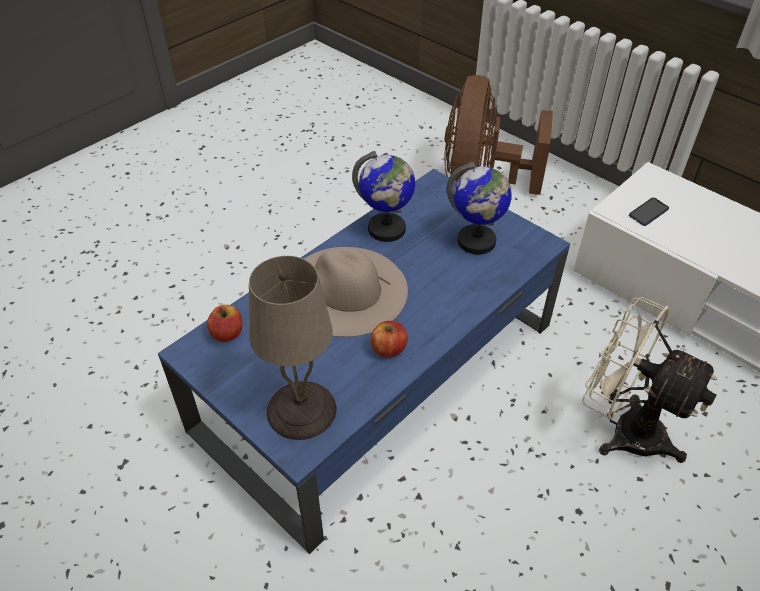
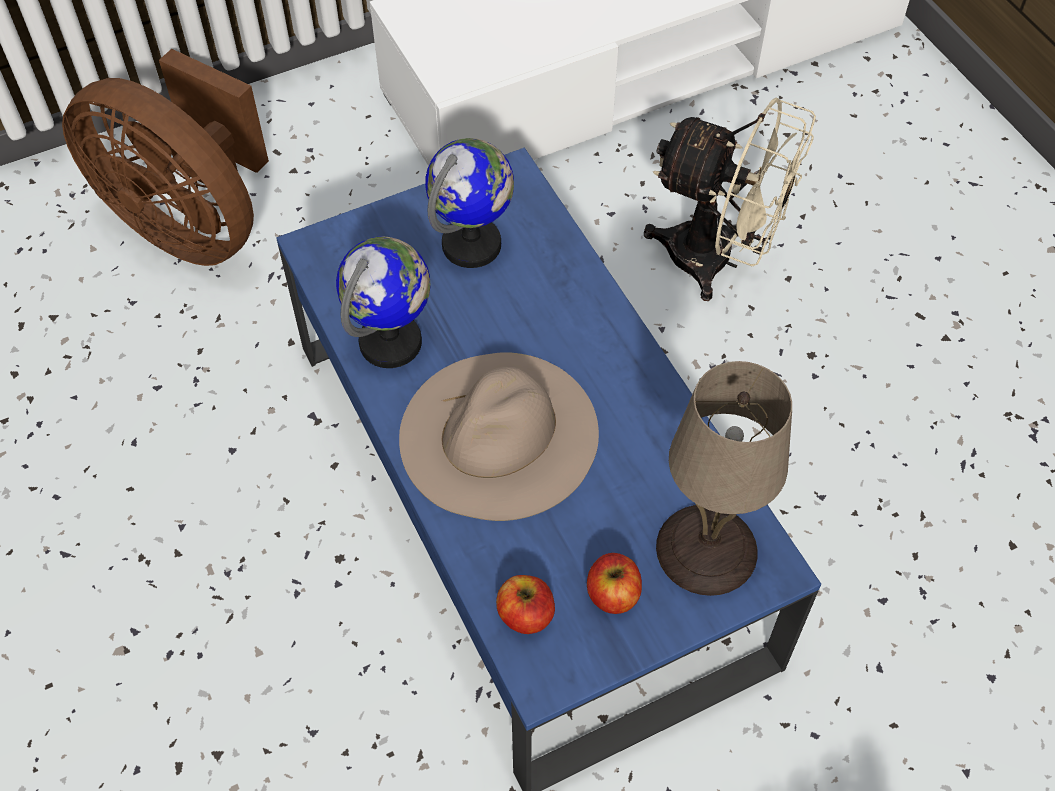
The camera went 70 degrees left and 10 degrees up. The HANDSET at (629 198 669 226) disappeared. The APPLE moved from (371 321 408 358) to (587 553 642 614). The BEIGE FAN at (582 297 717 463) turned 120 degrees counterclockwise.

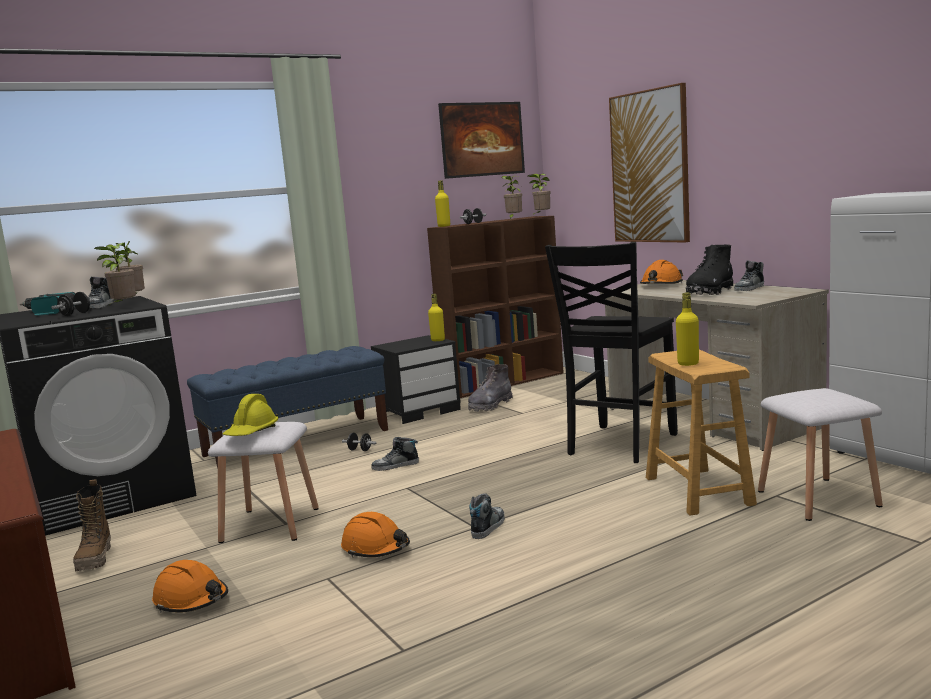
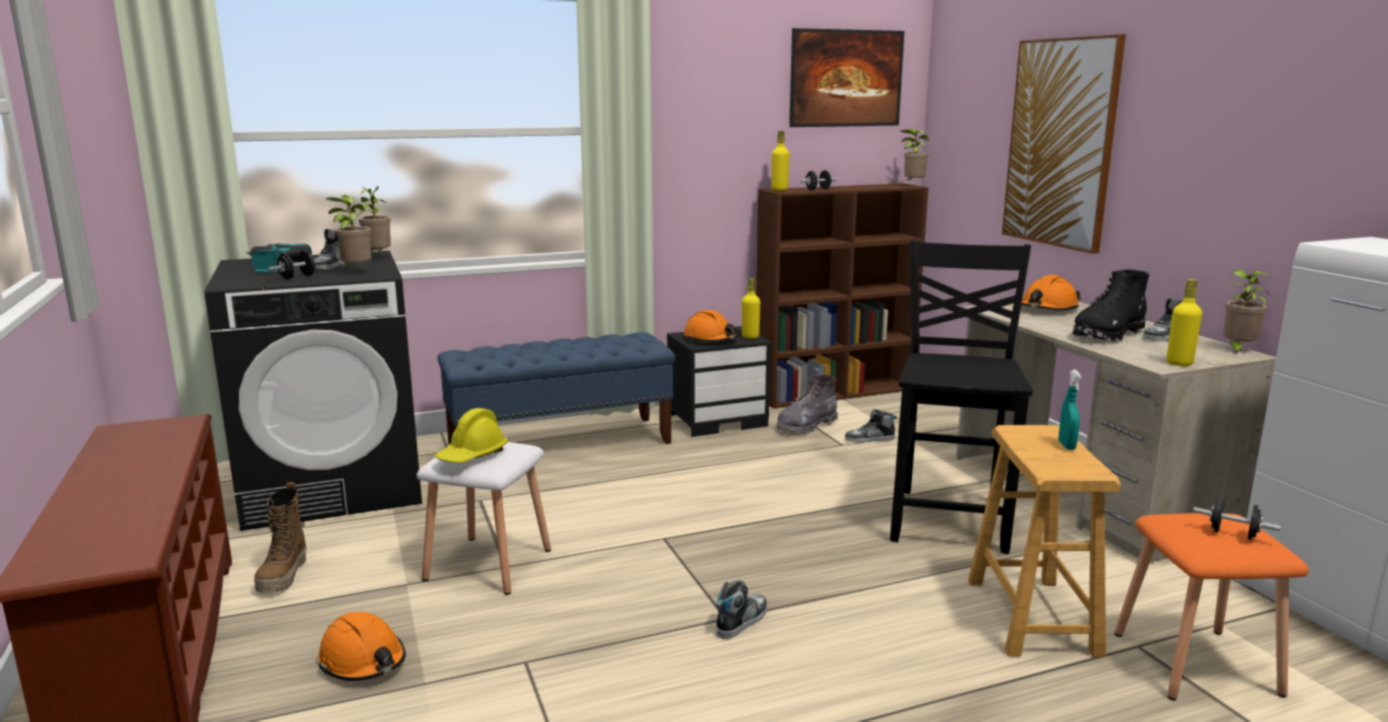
The camera went 10 degrees right and 5 degrees up. The BLUE-GREEN HAND SPRAYER at (1059 370 1082 450) appeared. The ORANGEY SAFETY HELMET moved from (341 512 410 557) to (684 310 738 342). The BLACK HAND WEIGHT moved from (342 433 376 451) to (1193 498 1281 540). The ITEM OF FOOTWEAR moved from (371 437 419 471) to (845 409 897 442). The HOUSEPLANT moved from (502 176 522 219) to (1223 270 1272 354). The YELLOWISH BOTTLE moved from (676 293 699 366) to (1167 279 1202 366). The WHITE SITTING STOOL at (758 388 883 521) became the ORANGEY SITTING STOOL at (1115 513 1309 700). The BLACK CHAIR at (545 242 678 463) turned 150 degrees clockwise.

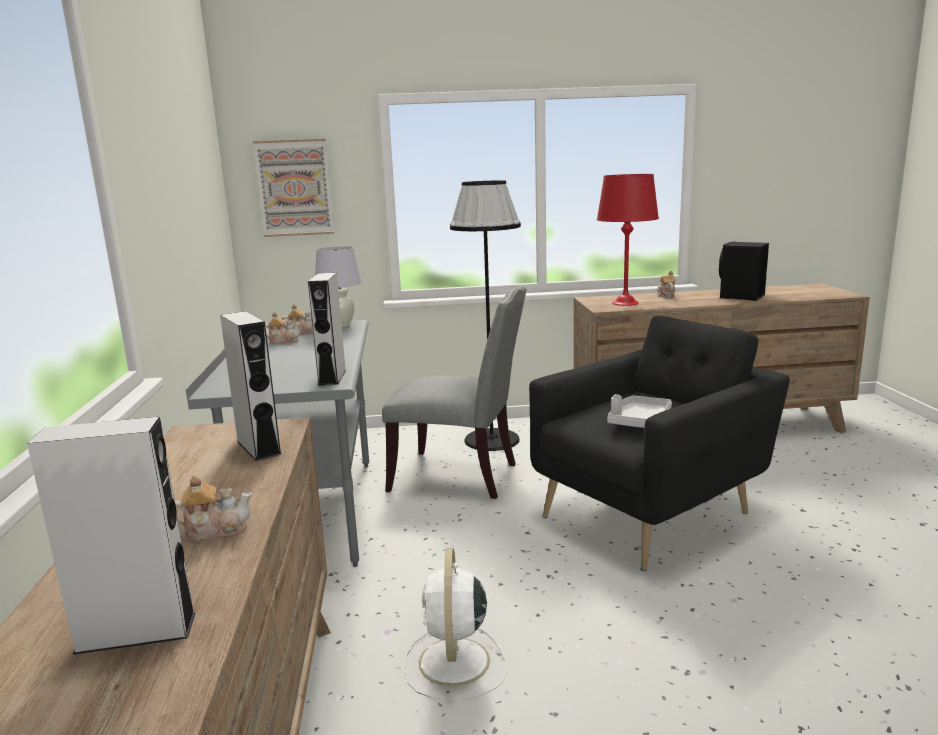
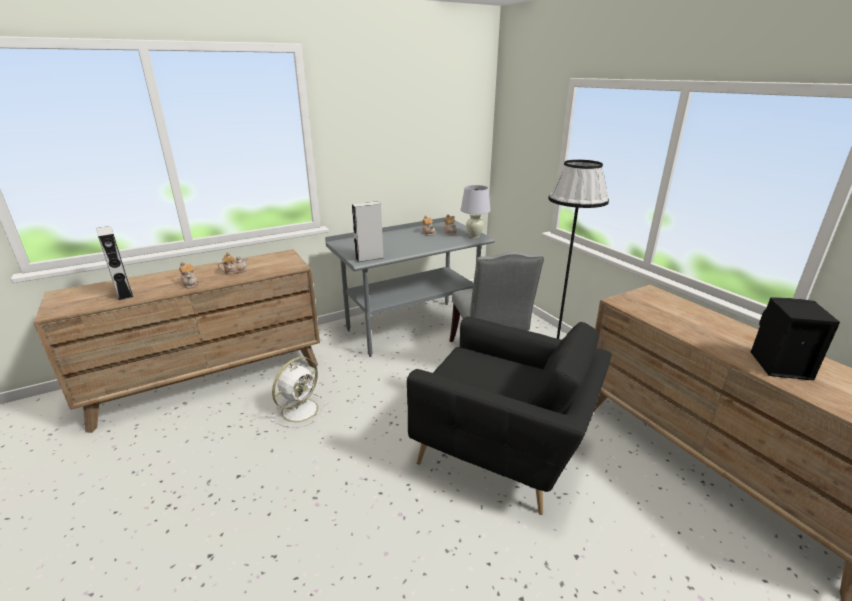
The camera went 65 degrees right and 10 degrees up. The GREY LOUDSPEAKER at (220 311 282 461) disappeared. The WALL PICTURE at (253 139 334 237) disappeared. The REDDISH TABLE LAMP at (597 174 659 306) disappeared. The GREY TRAY at (607 394 672 428) disappeared. The TEA POT moved from (657 271 676 298) to (218 252 247 275). The WHITE FAN at (404 548 507 700) turned 150 degrees clockwise.

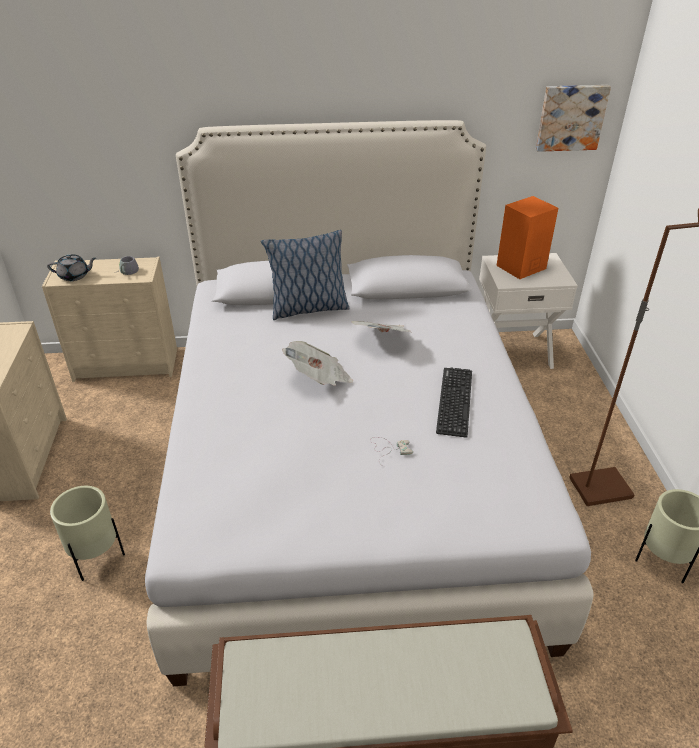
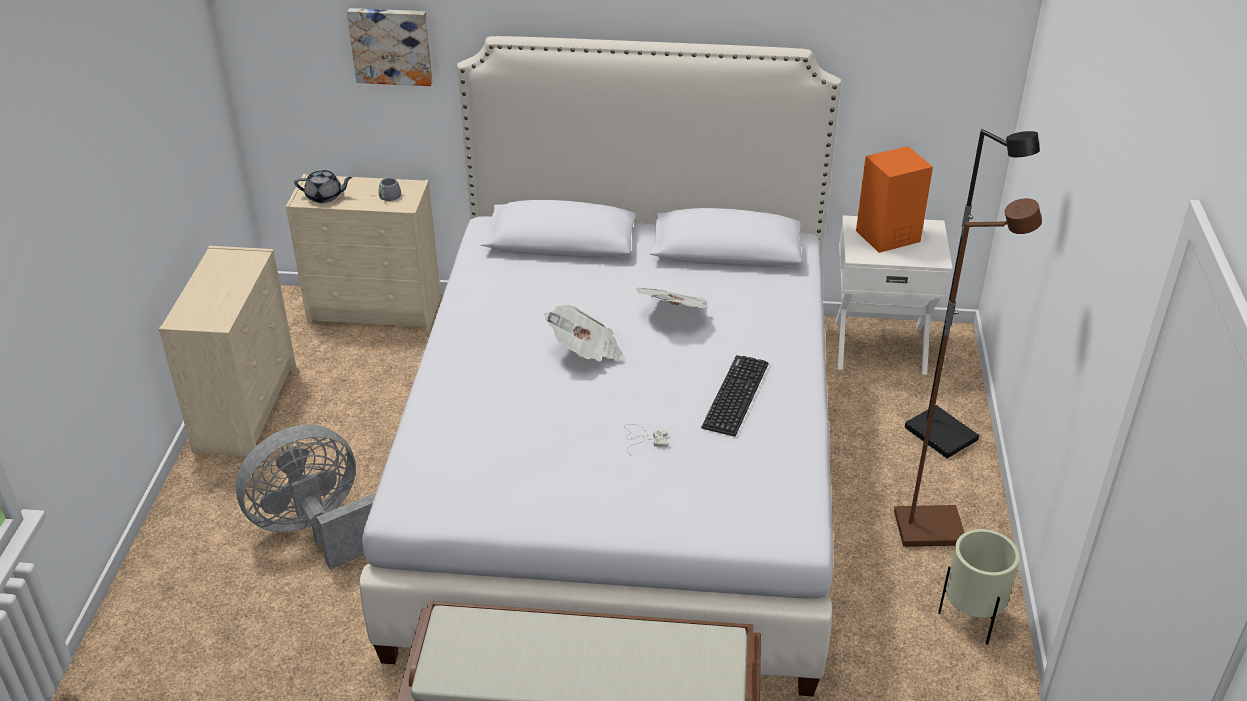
The camera went 10 degrees right and 0 degrees up. The THROW PILLOW at (261 230 350 320) disappeared. The BLACK STANDARD LAMP at (905 129 1040 459) appeared. The WALL PICTURE moved from (536 85 611 152) to (347 8 433 86). The BEIGE PLANTER at (50 486 125 581) was replaced by the GREY FAN at (236 425 375 570).

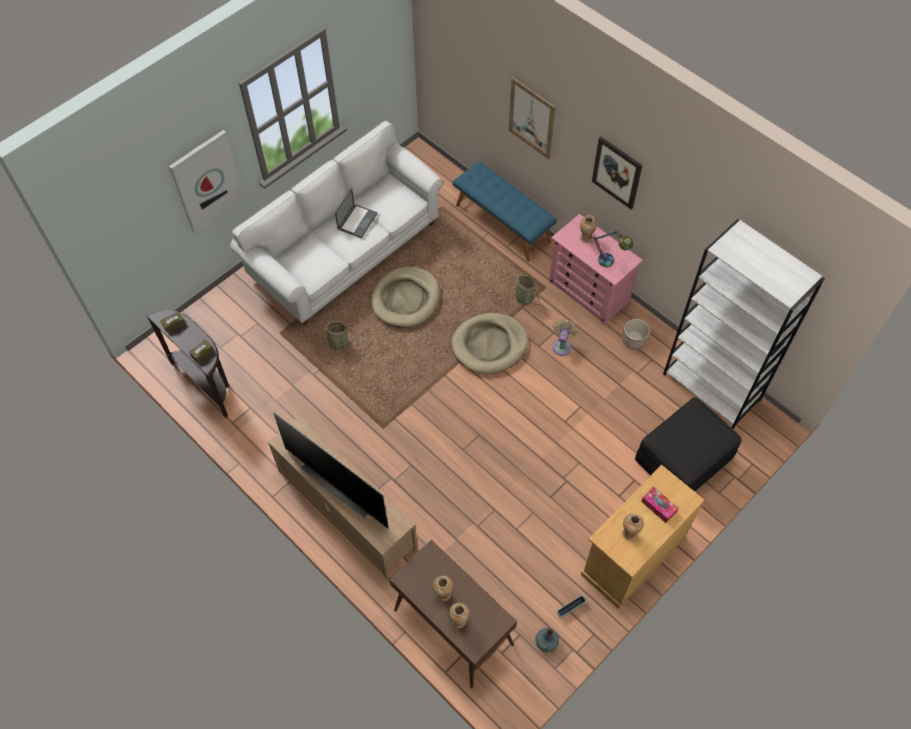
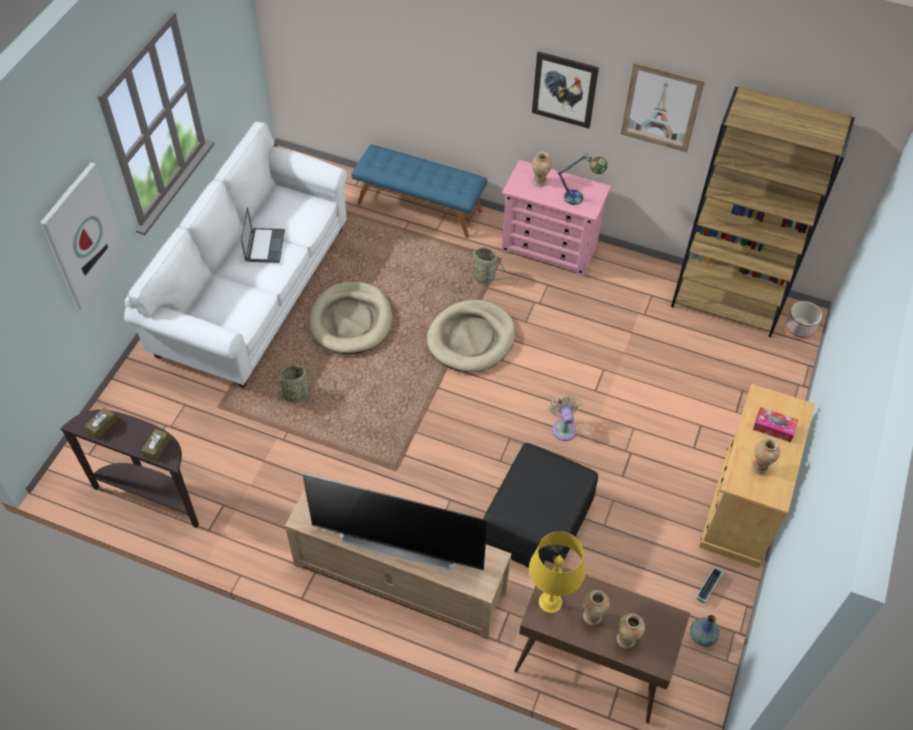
The camera went 25 degrees left and 5 degrees down. The YELLOWISH TABLE LAMP at (529 531 585 613) appeared. The WALL PICTURE moved from (509 78 556 159) to (621 62 705 152). The BEIGE FAN moved from (552 319 579 356) to (548 394 582 441). The PLANTER moved from (622 319 650 350) to (786 301 822 338). The BLACK OTTOMAN moved from (635 397 741 491) to (484 443 598 567). The WHITE BOOKCASE at (663 219 824 429) became the BROWNISH BOOKCASE at (671 86 855 337).

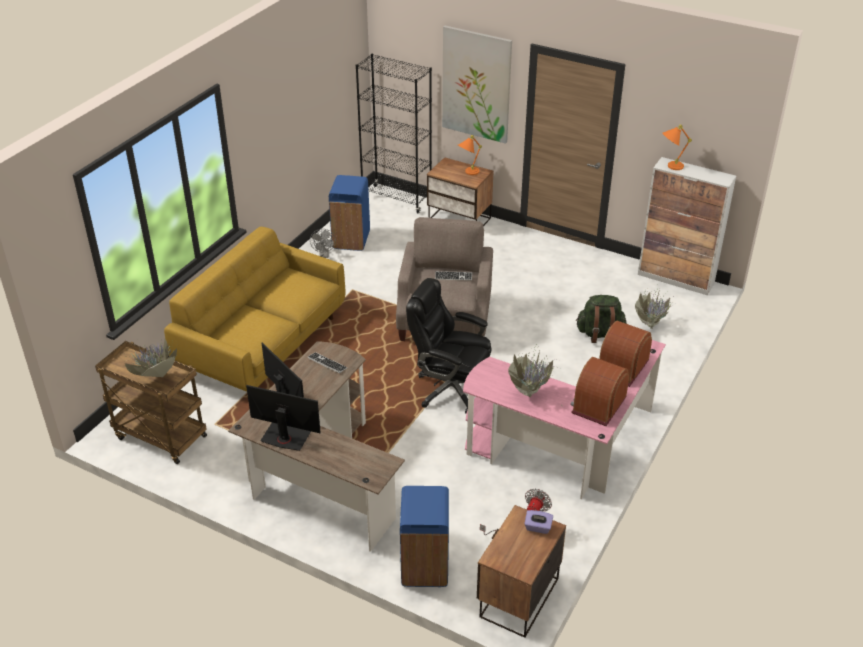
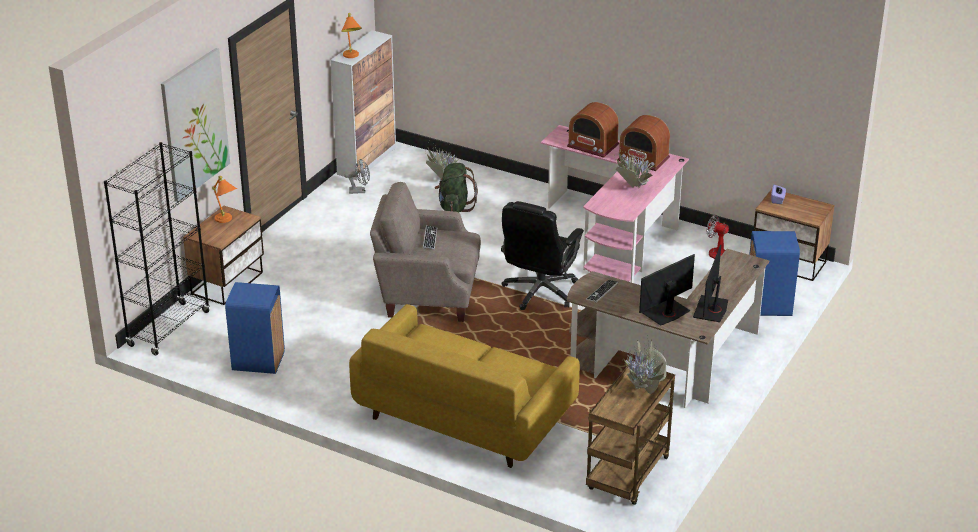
The camera went 90 degrees left and 5 degrees down. The GREY FAN moved from (310 229 336 258) to (345 159 370 194).

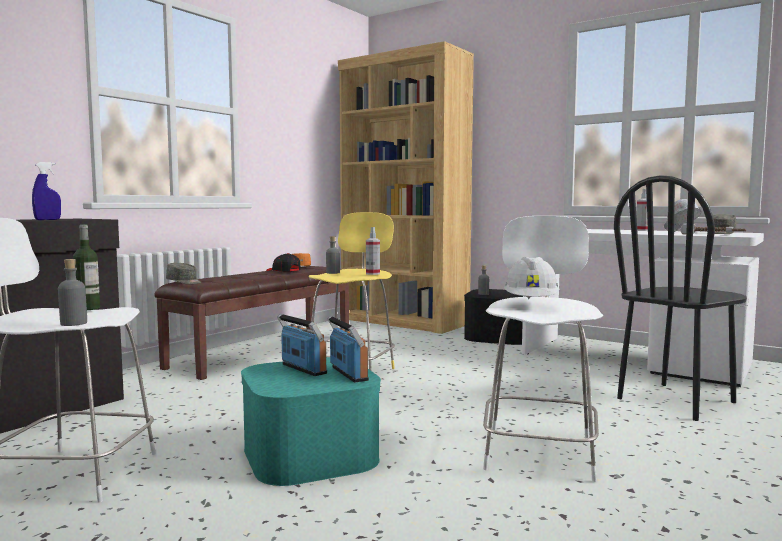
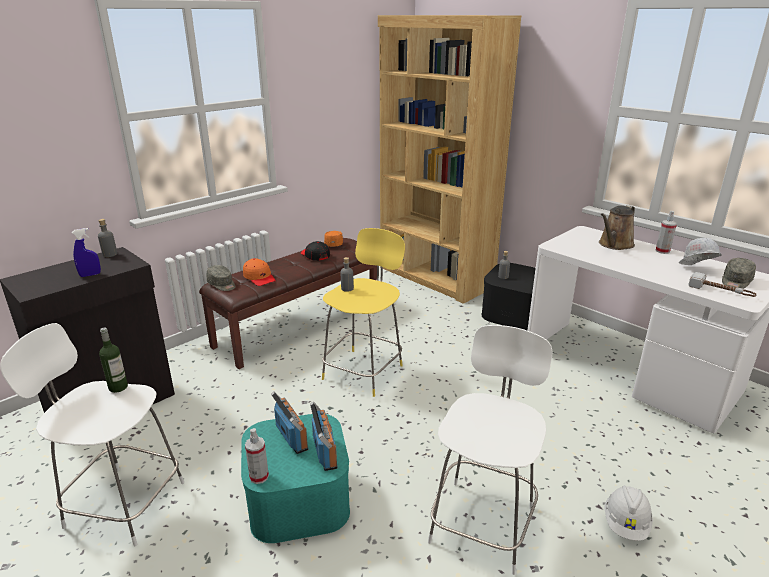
The camera went 10 degrees right and 20 degrees up. The BLACK CHAIR at (614 175 747 421) disappeared. The ORANGEY PEAKED CAP at (243 258 276 286) appeared. The BROWNISH WATERING CAN at (599 205 635 250) appeared. The GREY BOTTLE moved from (58 259 87 326) to (98 219 117 257). The HAND SPRAYER moved from (366 227 380 275) to (245 428 269 484). The WHITE SAFETY HELMET moved from (504 257 560 299) to (604 485 653 541).

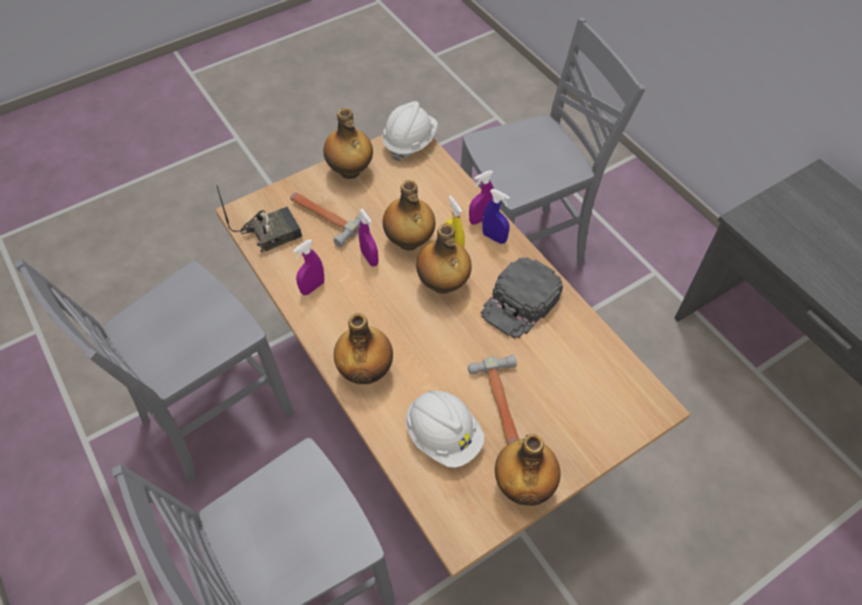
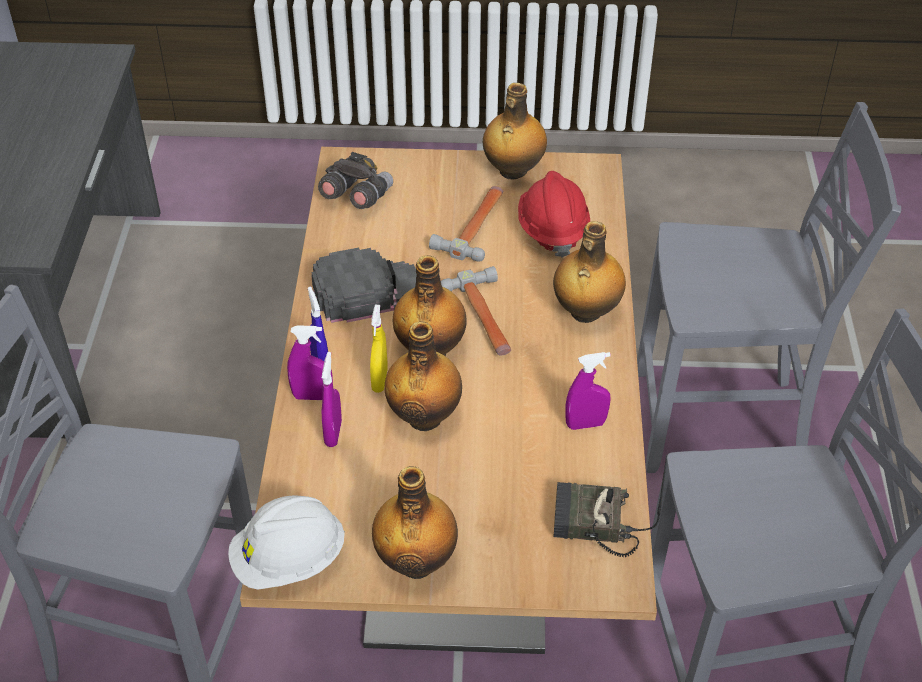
The camera went 145 degrees left and 10 degrees down. The GREY BINOCULARS at (318 152 393 209) appeared. The HAND HAMMER moved from (290 192 362 248) to (441 266 511 355). The PURPLE-COLOURED HAND SPRAYER moved from (358 209 379 266) to (322 352 342 447). The WHITE SAFETY HELMET at (406 390 484 468) became the REDDISH SAFETY HELMET at (518 171 590 258).

